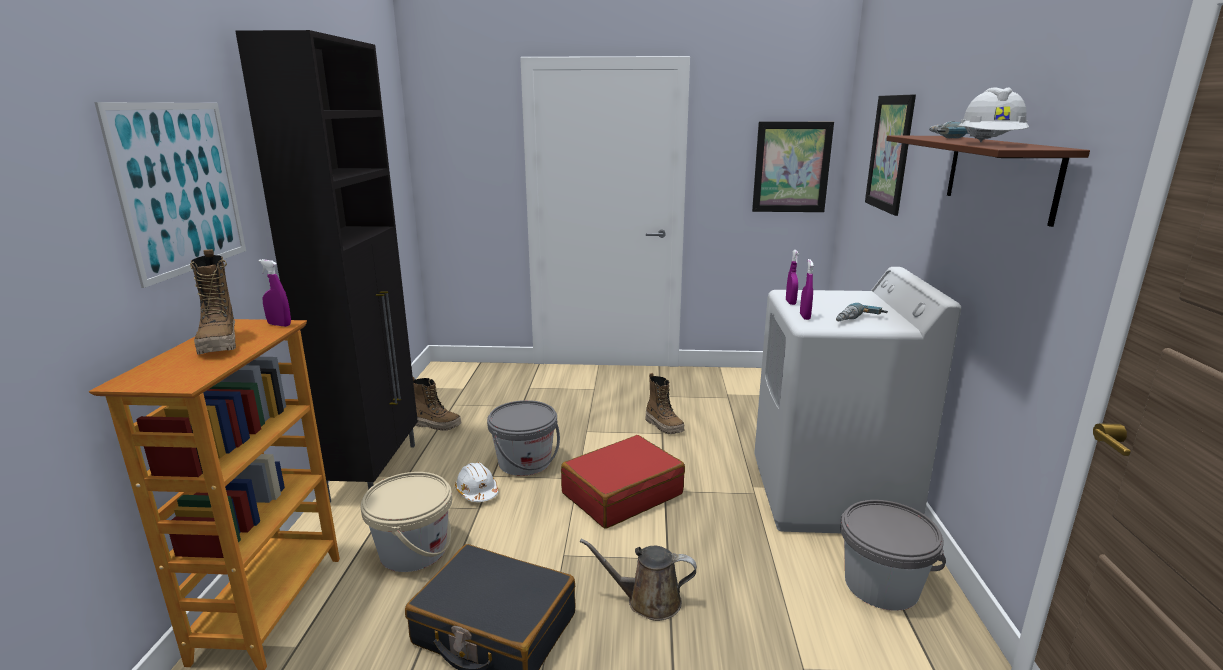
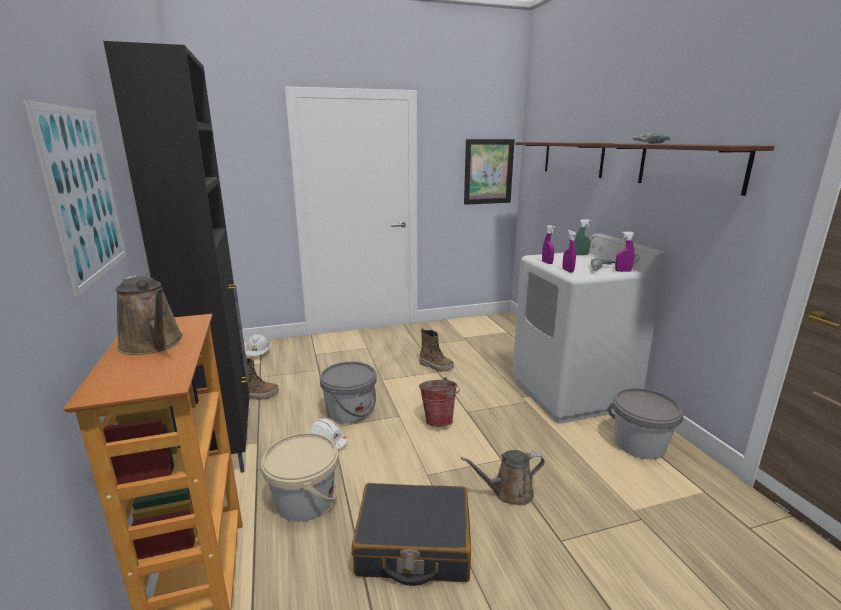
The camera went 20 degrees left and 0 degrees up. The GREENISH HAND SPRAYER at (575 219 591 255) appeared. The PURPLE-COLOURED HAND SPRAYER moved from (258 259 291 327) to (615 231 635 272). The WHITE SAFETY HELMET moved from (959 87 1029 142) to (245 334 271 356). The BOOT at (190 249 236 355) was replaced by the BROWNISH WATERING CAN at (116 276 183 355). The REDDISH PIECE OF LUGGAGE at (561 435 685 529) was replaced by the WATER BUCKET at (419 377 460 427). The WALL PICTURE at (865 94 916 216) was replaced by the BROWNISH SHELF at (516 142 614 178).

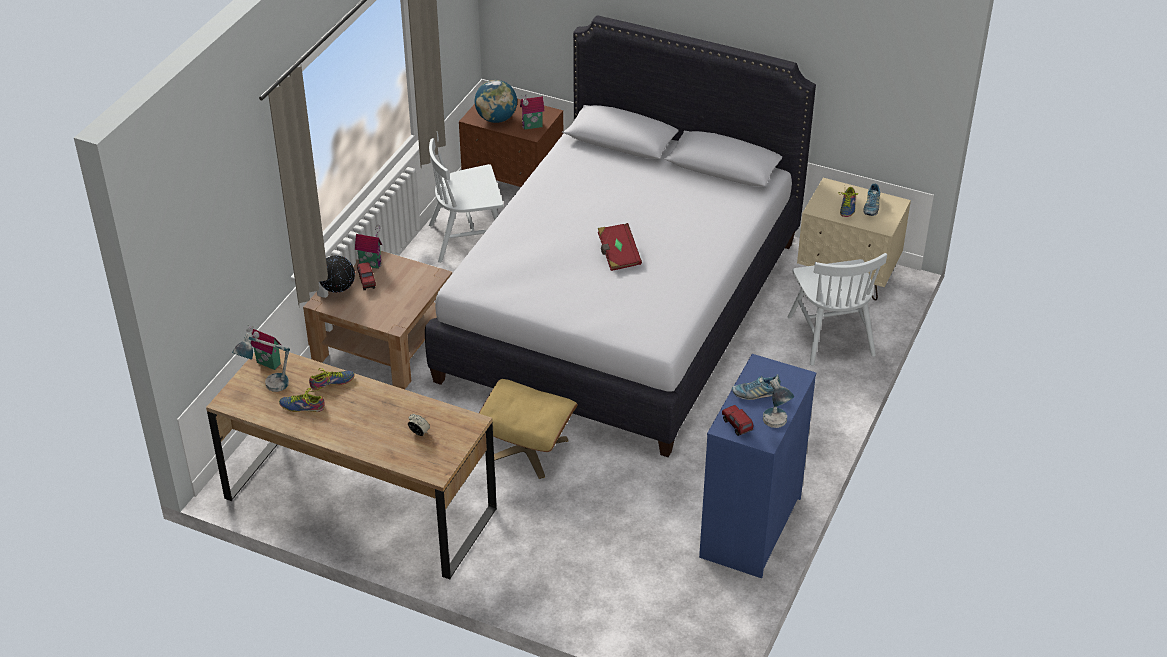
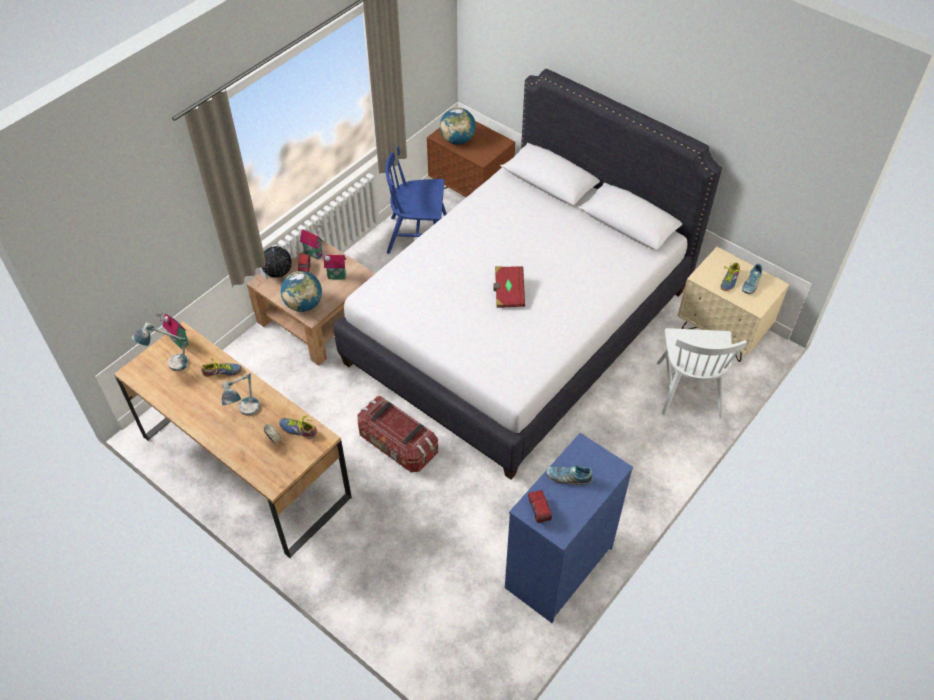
The camera went 15 degrees right and 10 degrees up. The DESK GLOBE at (281 271 322 312) appeared. The ITEM OF FOOTWEAR moved from (279 388 325 412) to (279 415 317 439). The MODEL HOUSE moved from (520 95 545 130) to (323 253 346 280). The TABLE LAMP moved from (763 374 795 428) to (222 373 260 416). The BEIGE OTTOMAN at (479 379 578 479) was replaced by the STORAGE BOX at (357 396 438 472). The WHITE CHAIR at (429 132 503 263) became the BLUISH CHAIR at (385 146 447 254).

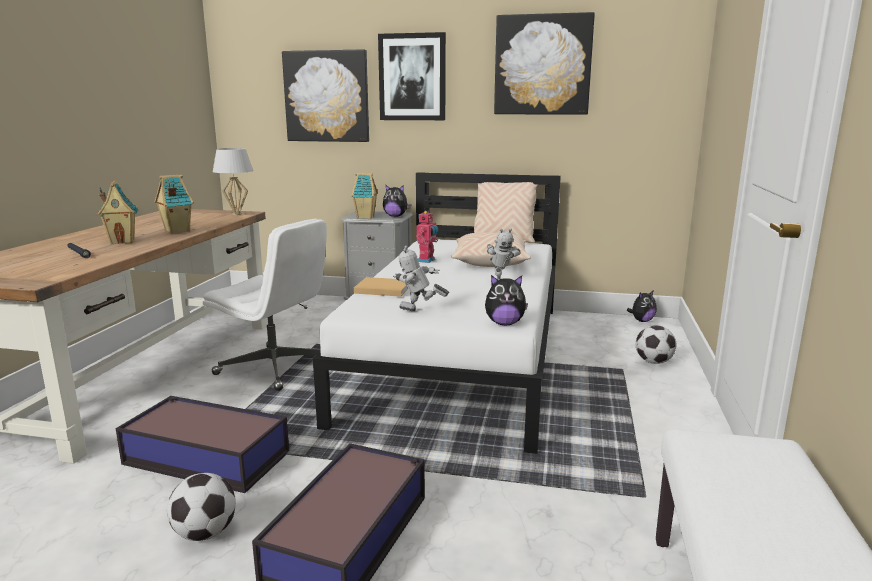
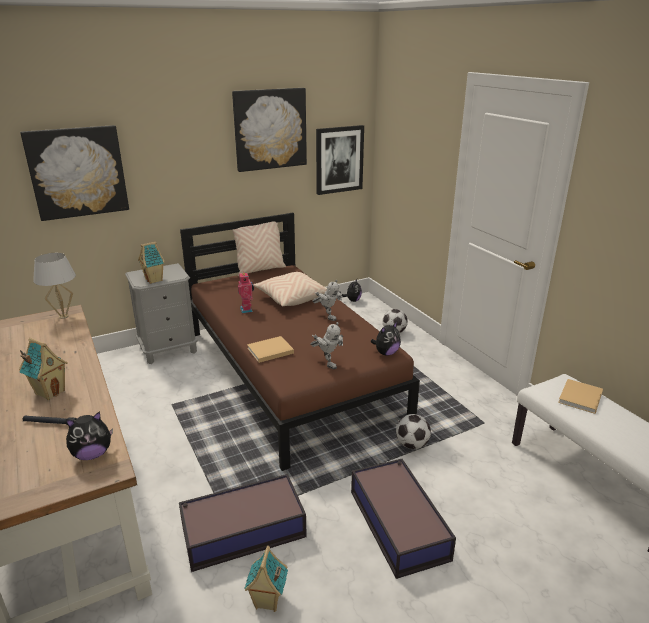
The camera went 40 degrees left and 10 degrees up. The WHITE COMPUTER CHAIR at (203 219 327 391) disappeared. The BEIGE BOUND BOOK at (558 379 603 414) appeared. The MODEL HOUSE moved from (155 174 194 233) to (244 546 288 612). The FOOTBALL moved from (167 473 236 541) to (396 414 431 449). The WALL PICTURE moved from (378 32 446 120) to (316 125 364 195). The SOFT TOY moved from (383 185 411 217) to (66 411 113 460). The WHITE SLEEPING BED at (313 172 561 454) became the BROWNISH SLEEPING BED at (180 213 420 471). The MODEL ROBOT at (393 245 449 311) turned 105 degrees counterclockwise.

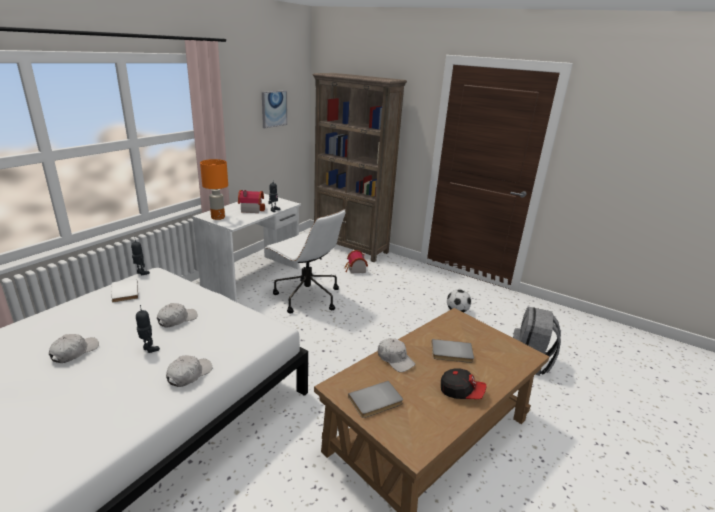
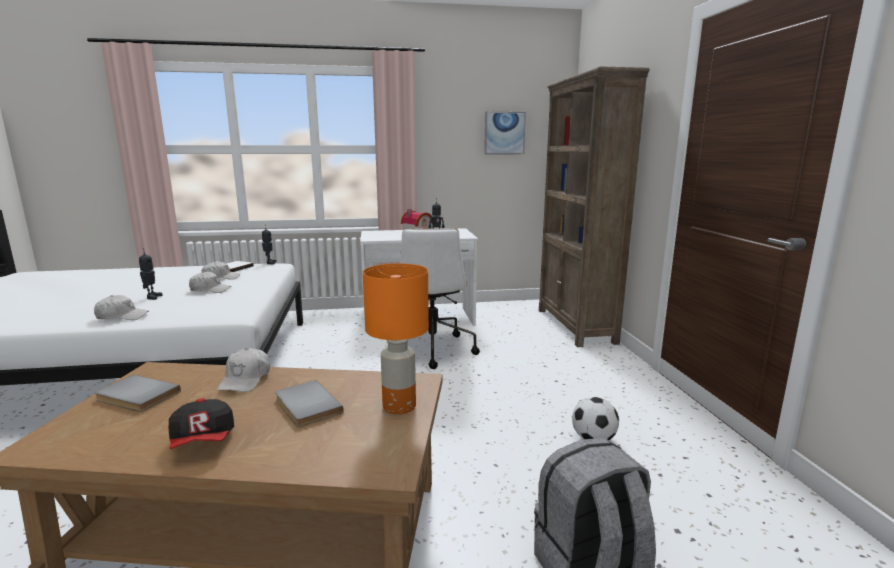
The camera went 50 degrees right and 10 degrees down. The MODEL HOUSE at (344 250 368 273) disappeared. The WHITE PEAKED CAP moved from (49 334 99 363) to (202 261 240 280). The ORANGEY TABLE LAMP moved from (200 159 228 220) to (363 263 429 414).

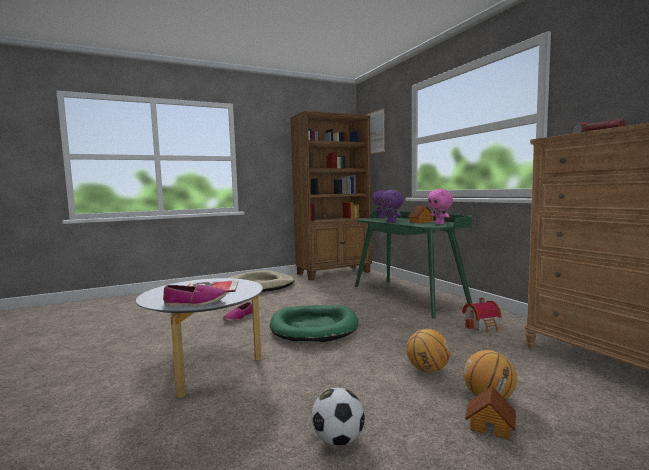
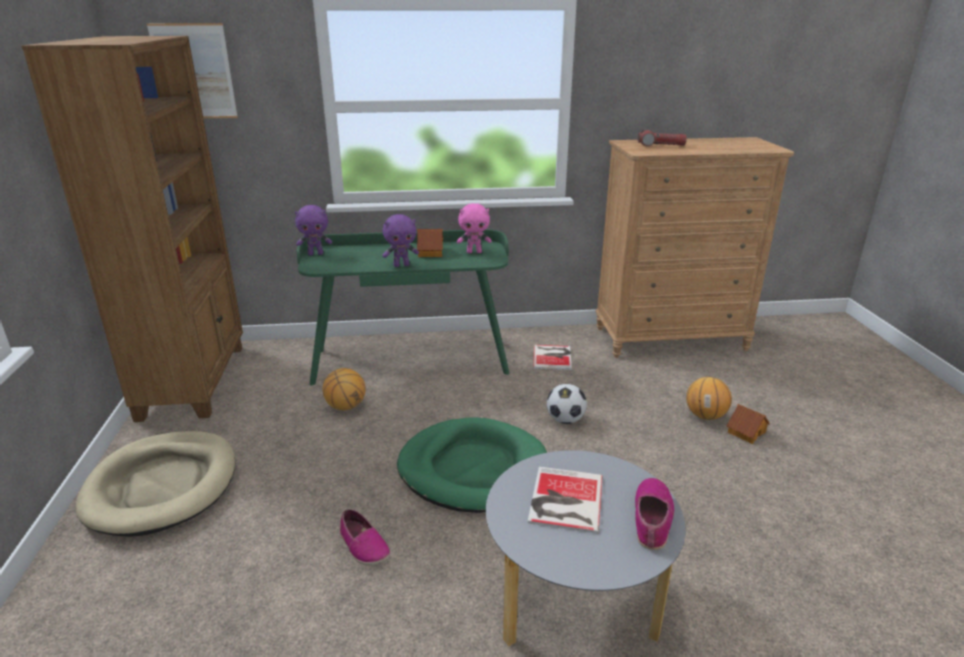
The camera went 70 degrees left and 20 degrees up. The FOOTBALL moved from (311 388 365 446) to (547 384 587 424). The BALL FOR BASKETBALL moved from (407 329 450 373) to (323 368 366 410). The MODEL HOUSE at (462 298 502 333) was replaced by the BOUND BOOK at (533 345 572 370).

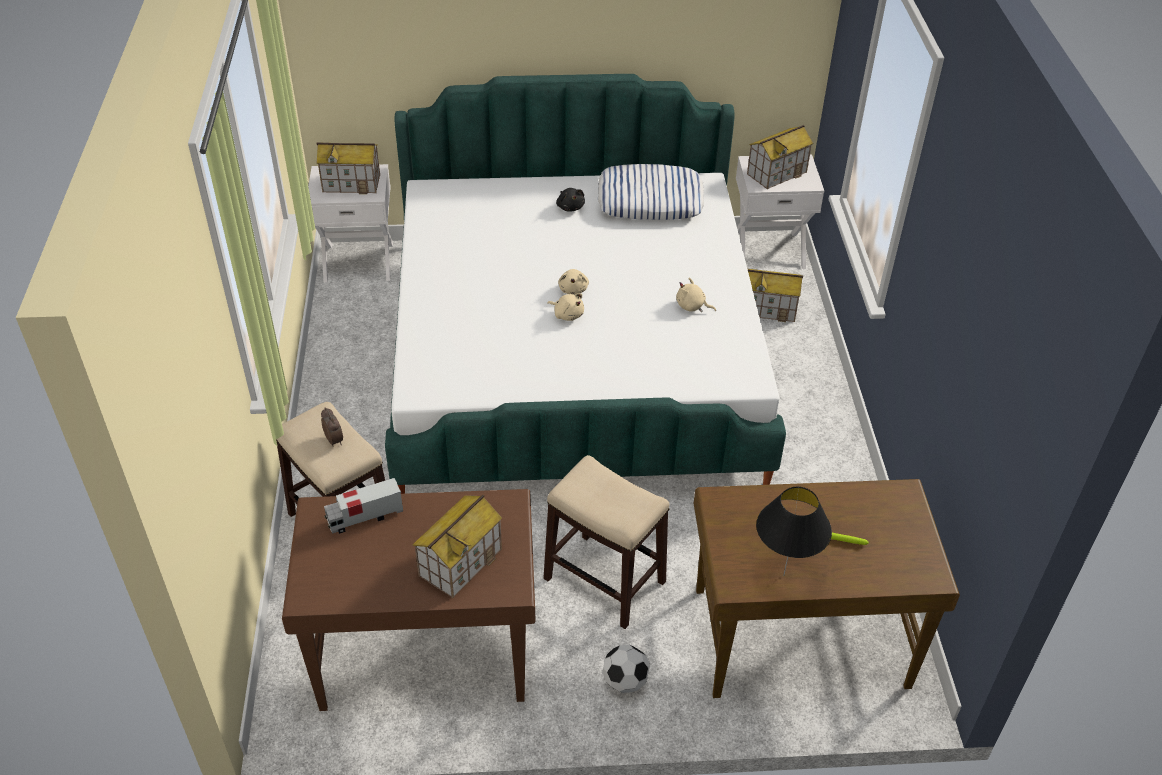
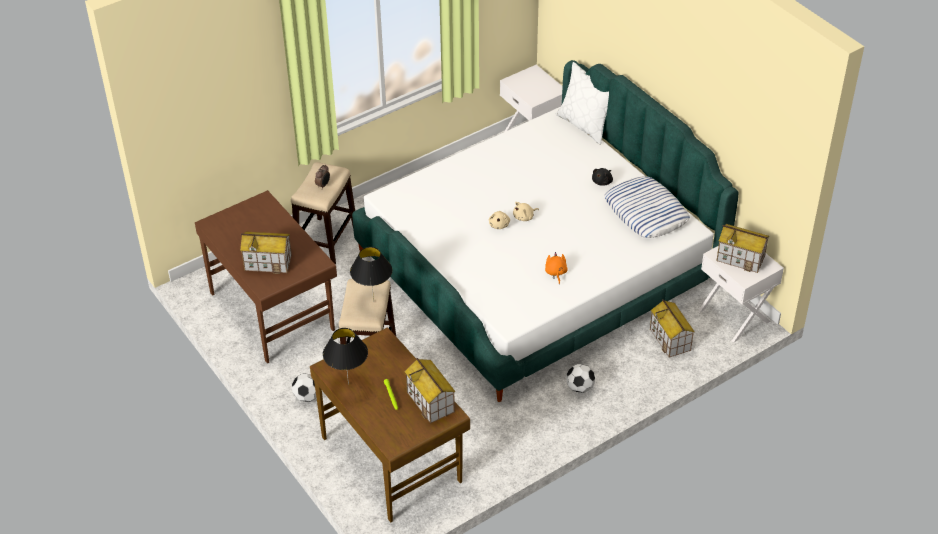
The camera went 60 degrees right and 0 degrees up. The TOY TRUCK at (324 478 403 534) disappeared. The BLACK TABLE LAMP at (350 247 392 302) appeared. The WHITE THROW PILLOW at (556 62 609 145) appeared. The FOOTBALL at (566 364 595 393) appeared. The MODEL HOUSE moved from (316 142 380 194) to (405 358 456 424). The BEIGE SOFT TOY at (676 278 716 312) became the ORANGEY SOFT TOY at (545 252 568 284).

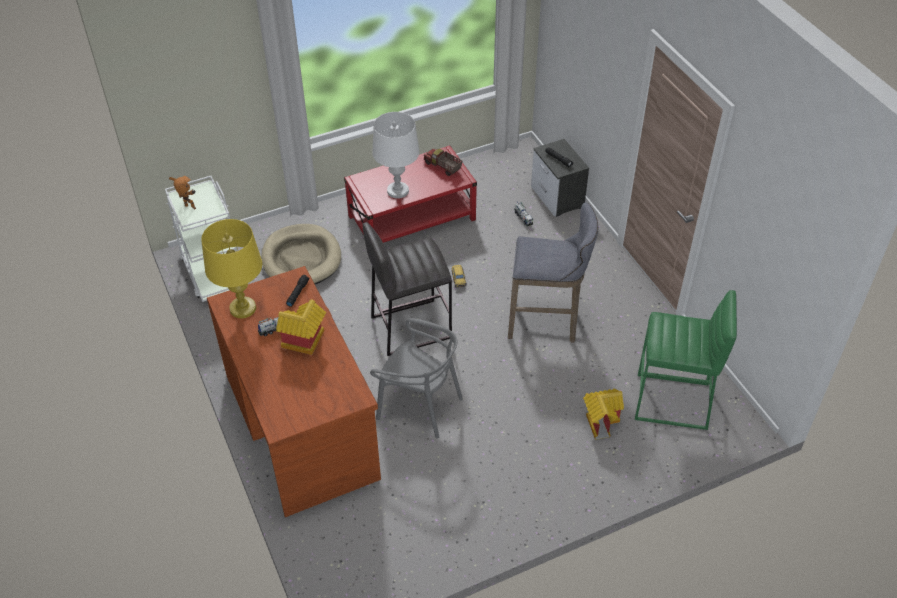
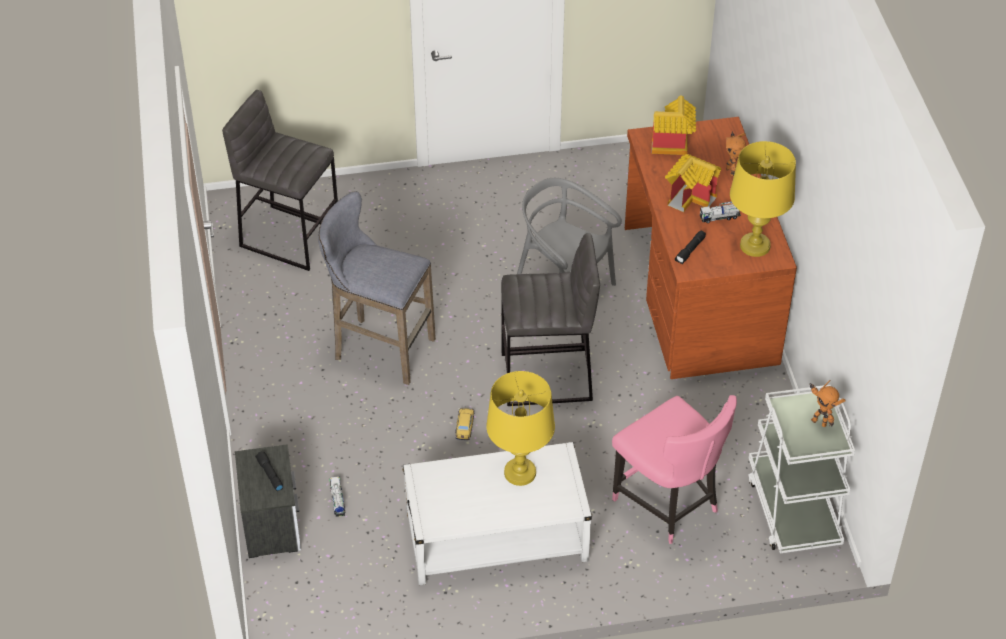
The camera went 165 degrees left and 0 degrees up. The TOY TRUCK at (424 148 462 176) disappeared. The MODEL ROBOT at (726 132 746 176) appeared. The MODEL HOUSE moved from (583 389 624 440) to (652 96 696 155). The BEIGE DOG CUSHION at (261 224 341 284) was replaced by the PINKISH CHAIR at (612 395 737 544). The REDDISH LOUNGE TABLE at (344 145 477 243) became the WHITE LOUNGE TABLE at (402 442 592 585). The WHITE TABLE LAMP at (372 112 420 199) became the YELLOWISH TABLE LAMP at (486 371 555 486). The GREENISH SITTING STOOL at (635 290 737 430) became the GREY SITTING STOOL at (222 90 338 271).

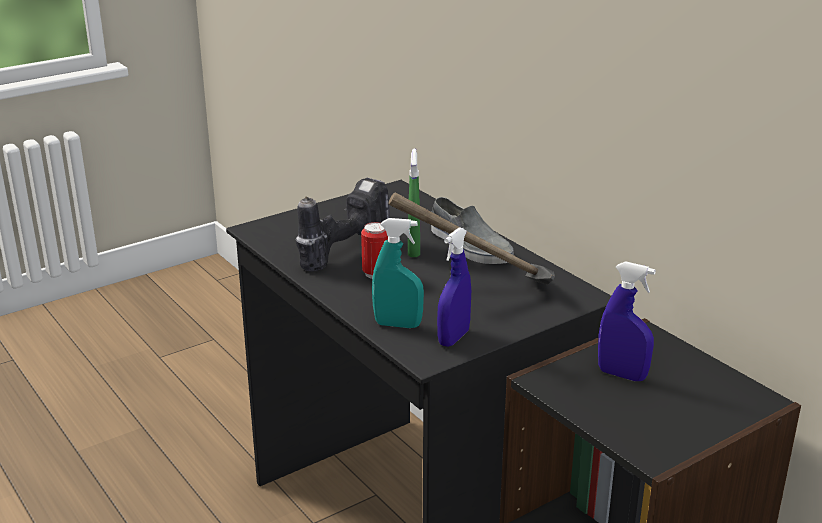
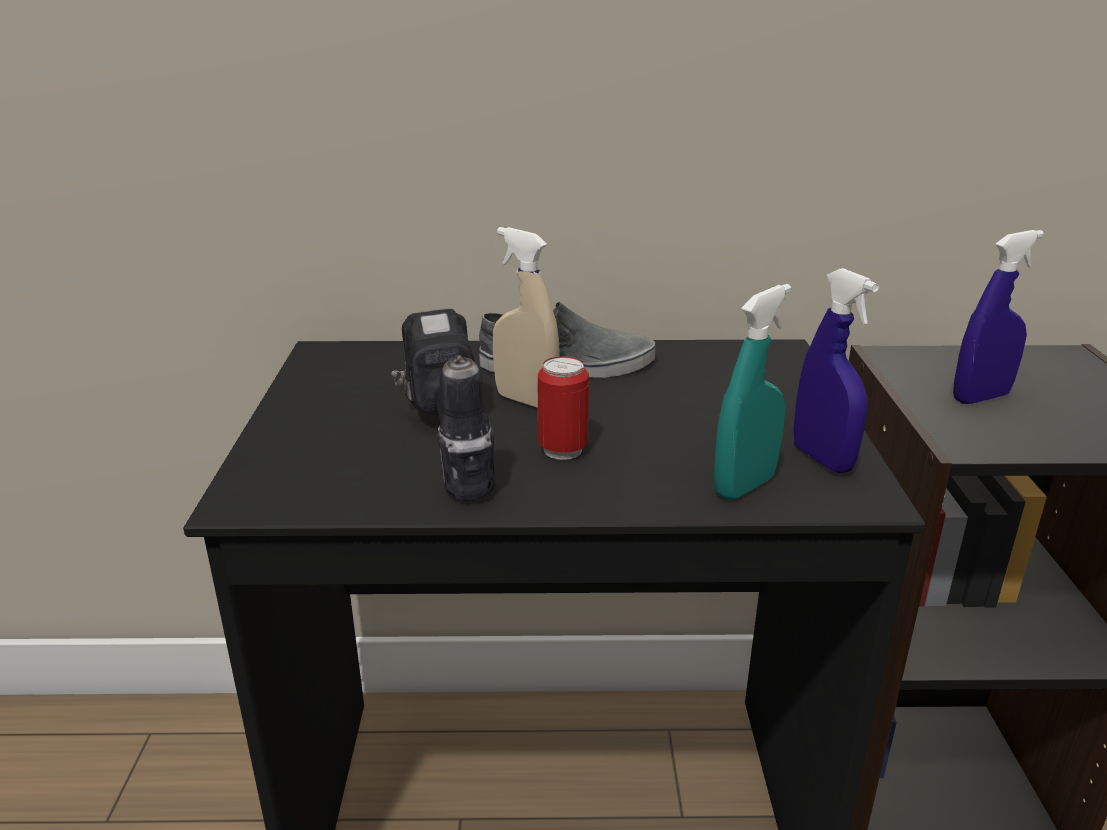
The camera went 55 degrees left and 0 degrees up. The HAND HAMMER at (388 192 555 285) disappeared. The GREENISH HAND SPRAYER at (408 148 420 257) became the BEIGE HAND SPRAYER at (493 227 560 408).

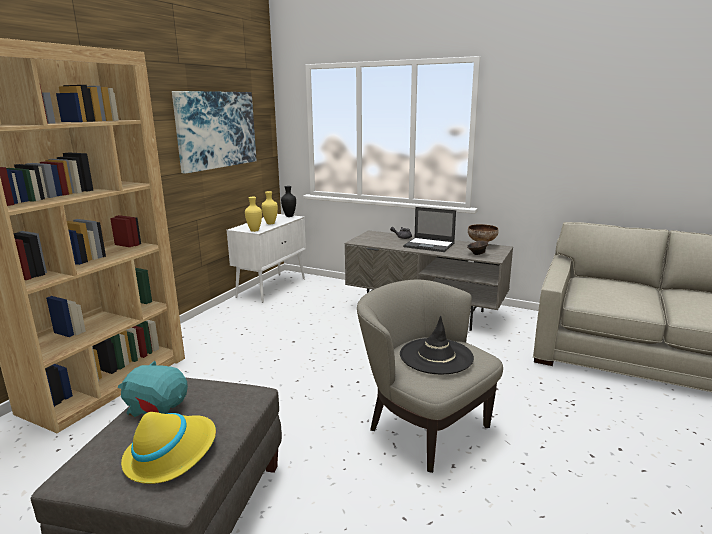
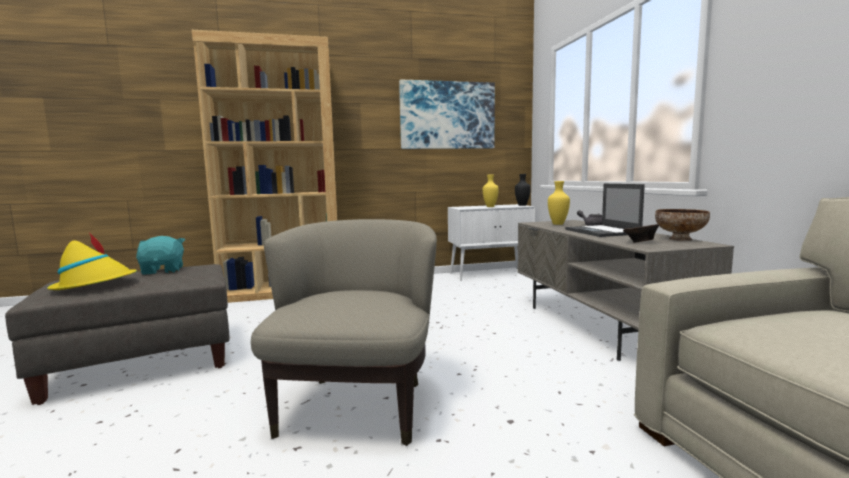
The camera went 50 degrees right and 10 degrees down. The BLACK WEARABLE HAT at (400 316 474 374) disappeared. The YELLOWISH FLOWER VASE moved from (245 197 262 232) to (548 181 570 225).

